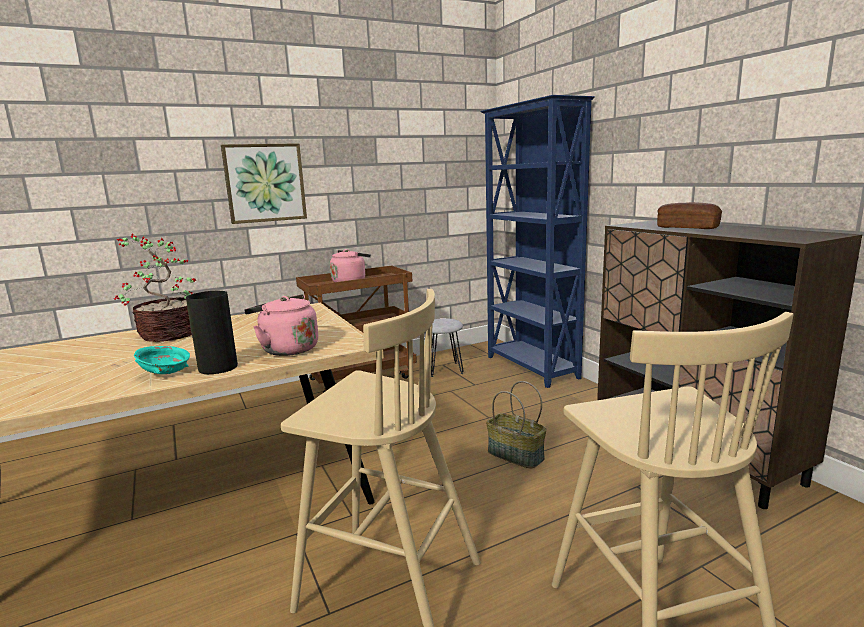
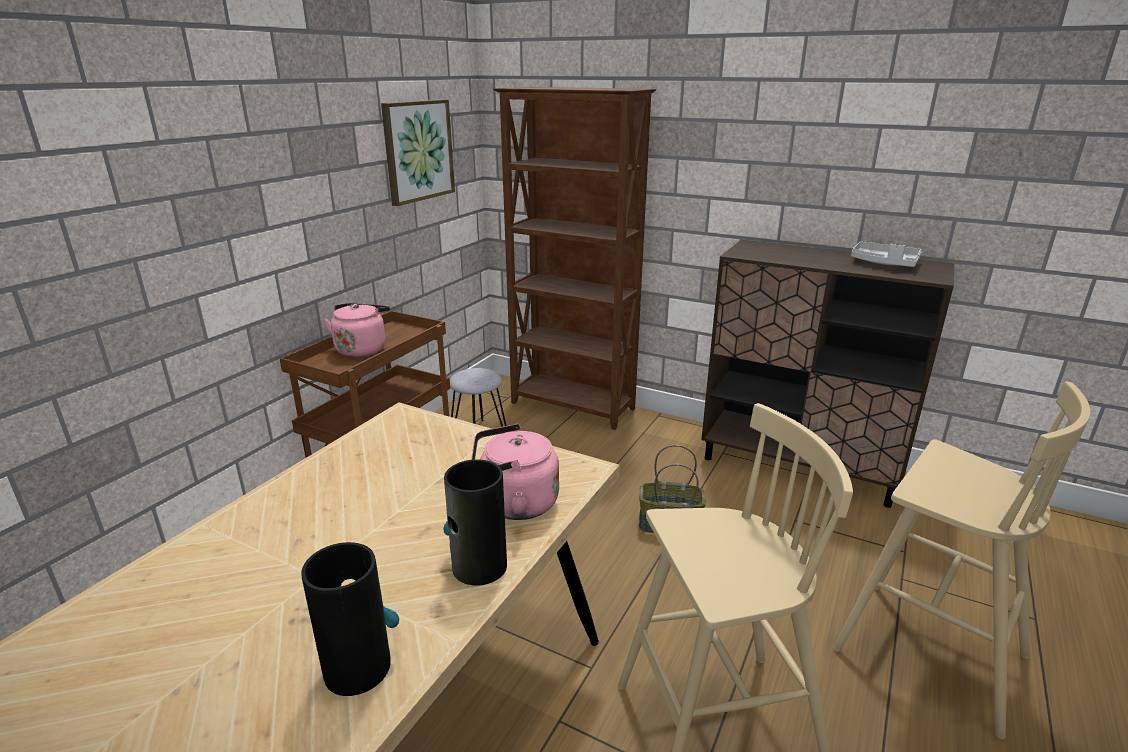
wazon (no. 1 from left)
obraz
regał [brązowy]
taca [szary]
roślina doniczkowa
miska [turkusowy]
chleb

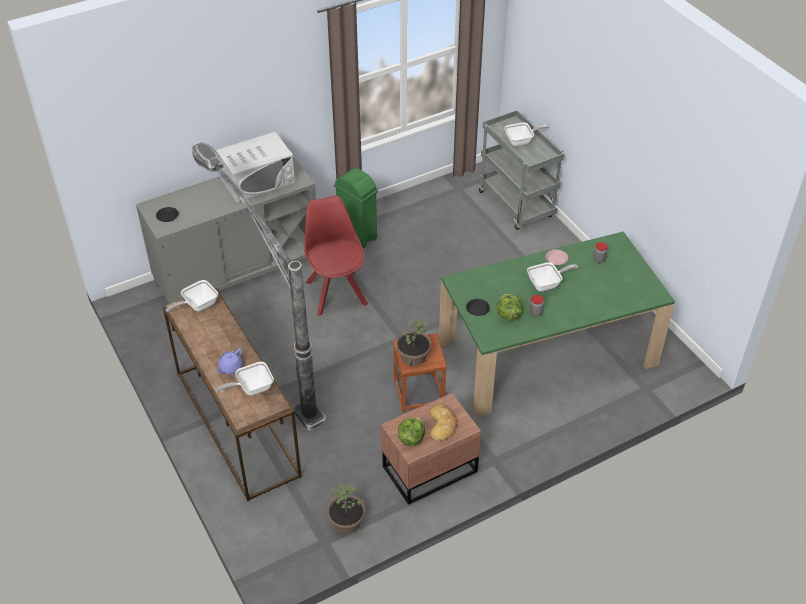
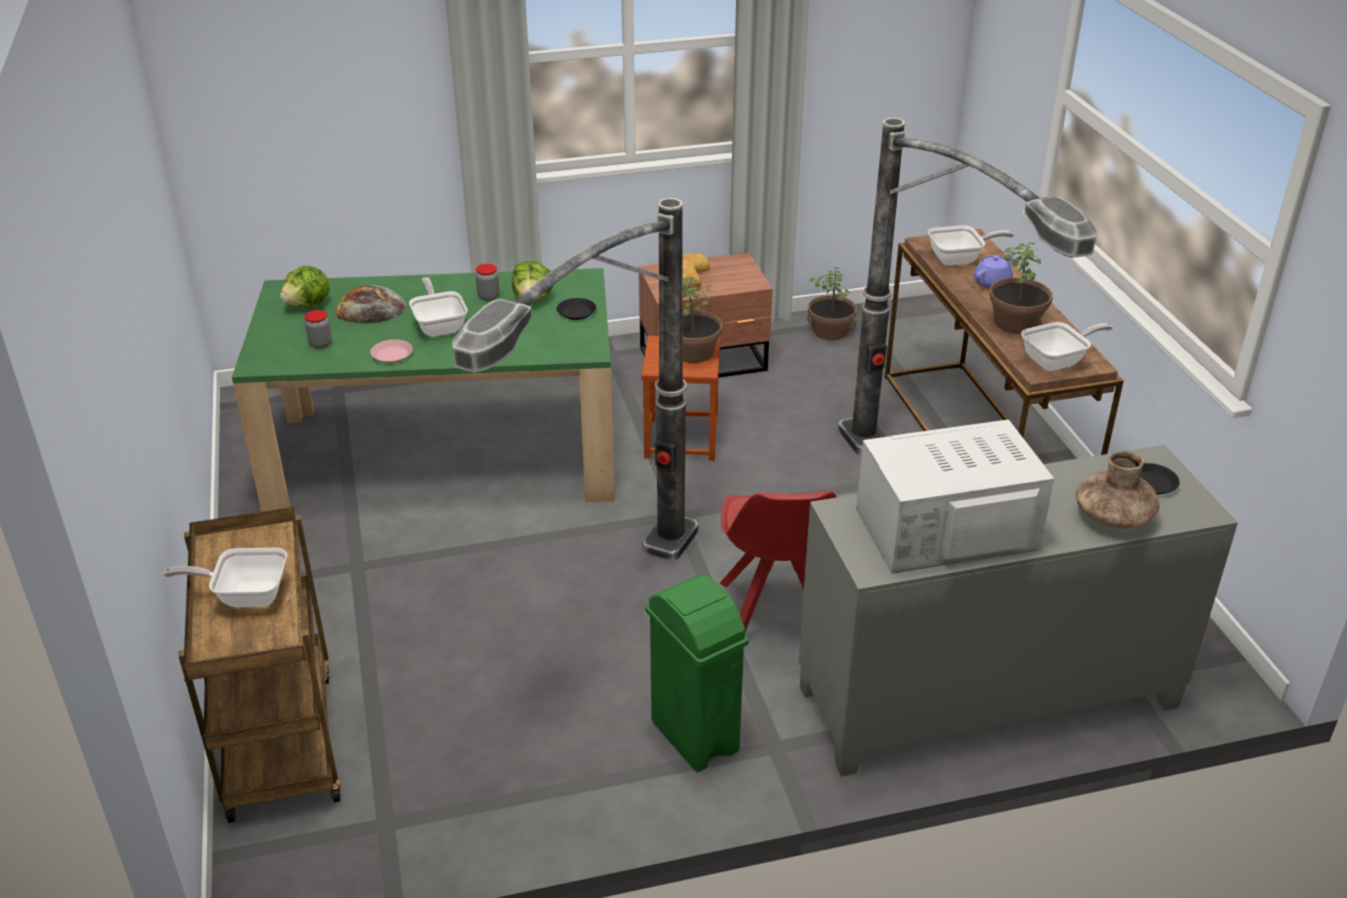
wózek [brązowy]
sałata (no. 1 from left)
chleb (no. 1 from left)
patelnia (no. 2 from left)
lampa stojąca (no. 1 from left)
roślina doniczkowa (no. 3 from left)
wazon [brązowy]

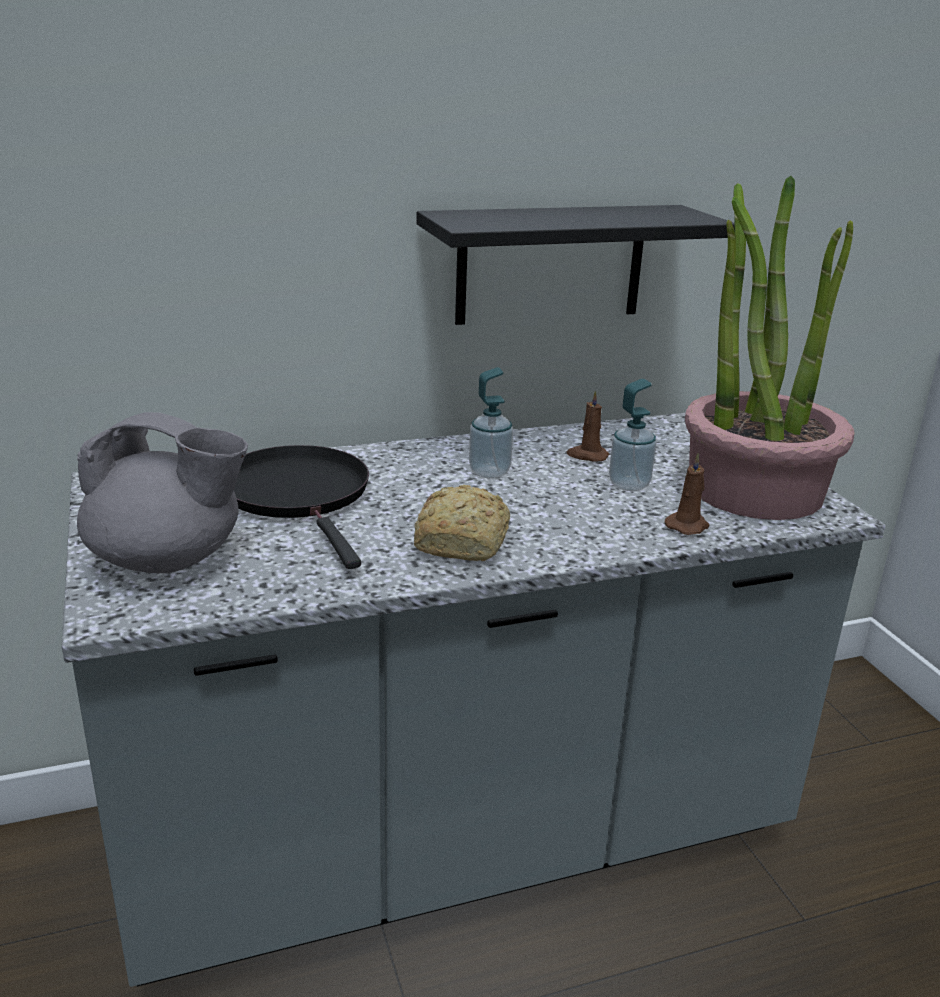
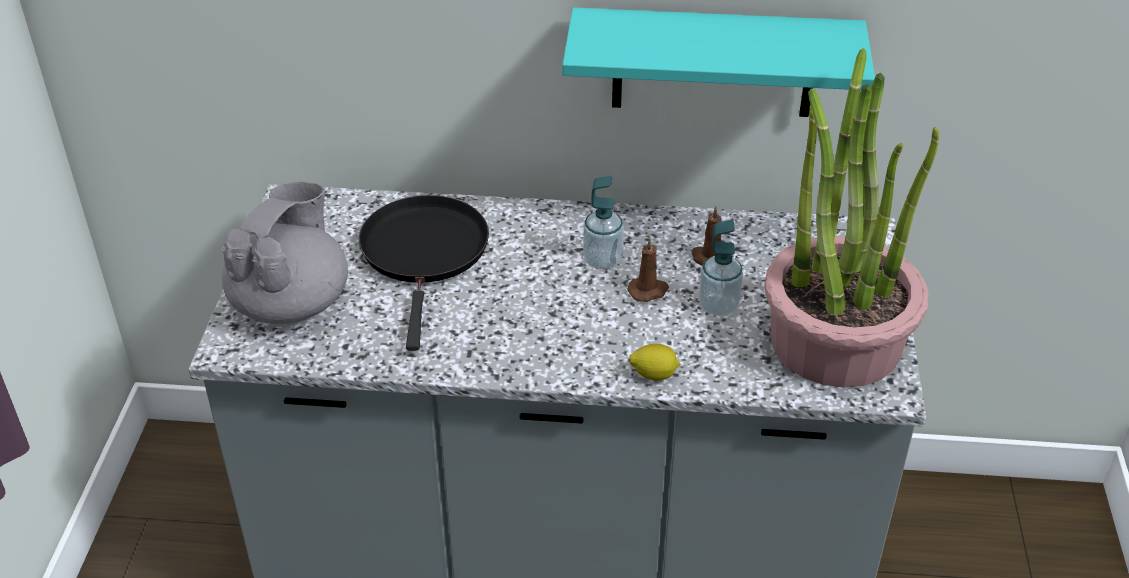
imbryk [szary]
półka [turkusowy]
świeca [brązowy] (no. 1 from left)
cytryna
chleb

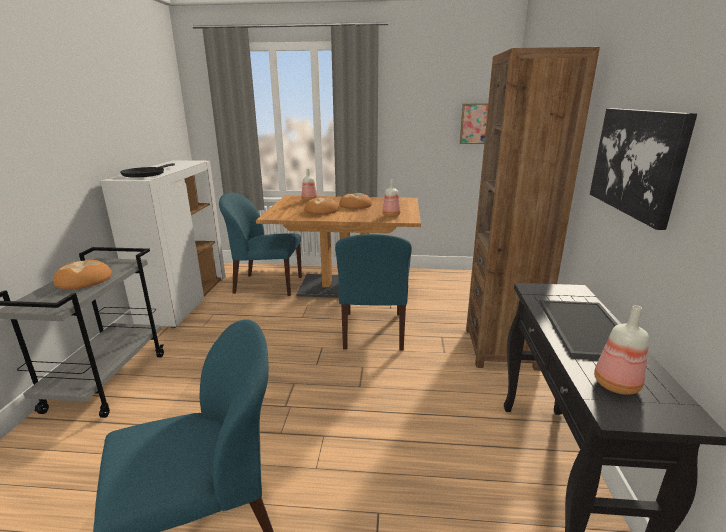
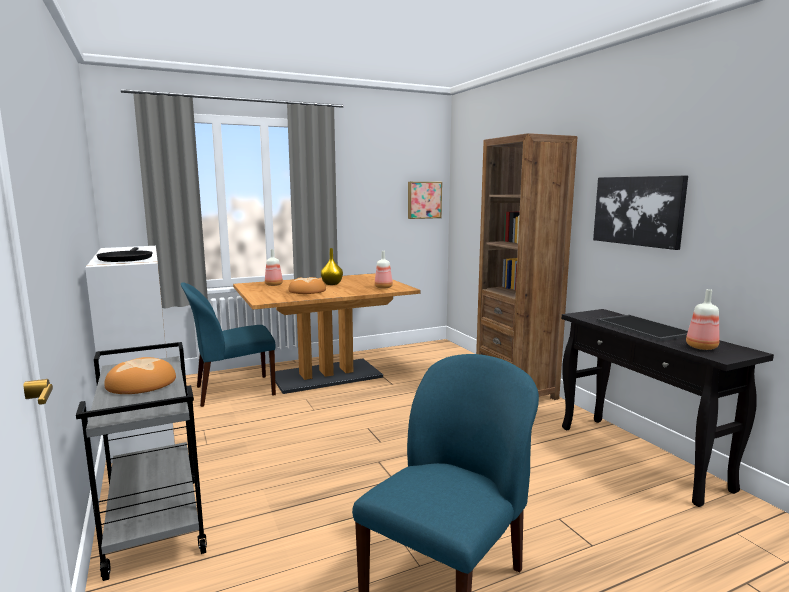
wazon [żółty]
krzesło [niebieski] (no. 3 from left in the first image)

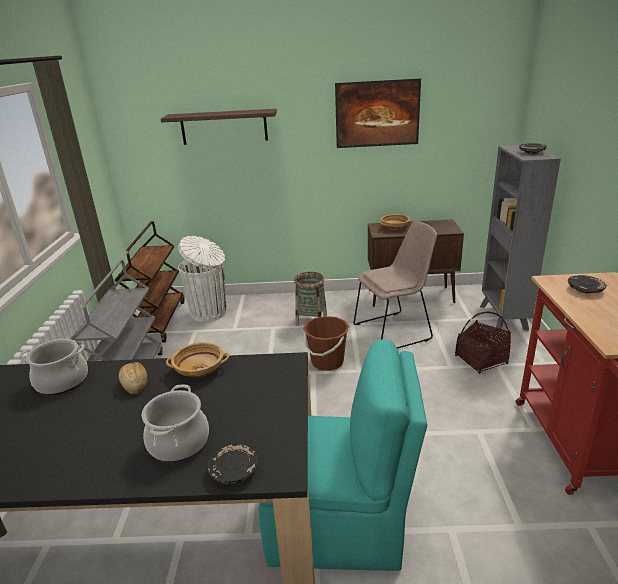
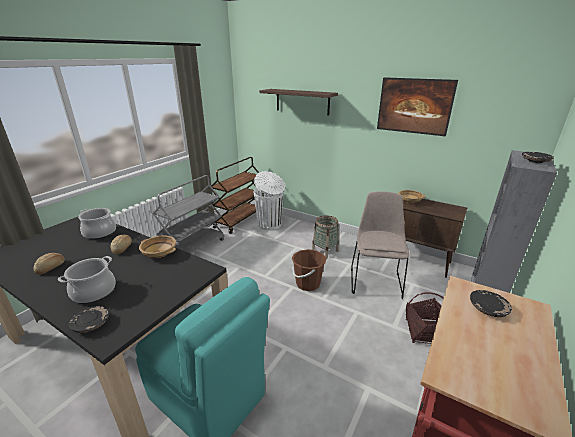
chleb (no. 1 from left)
krzesło [beżowy]

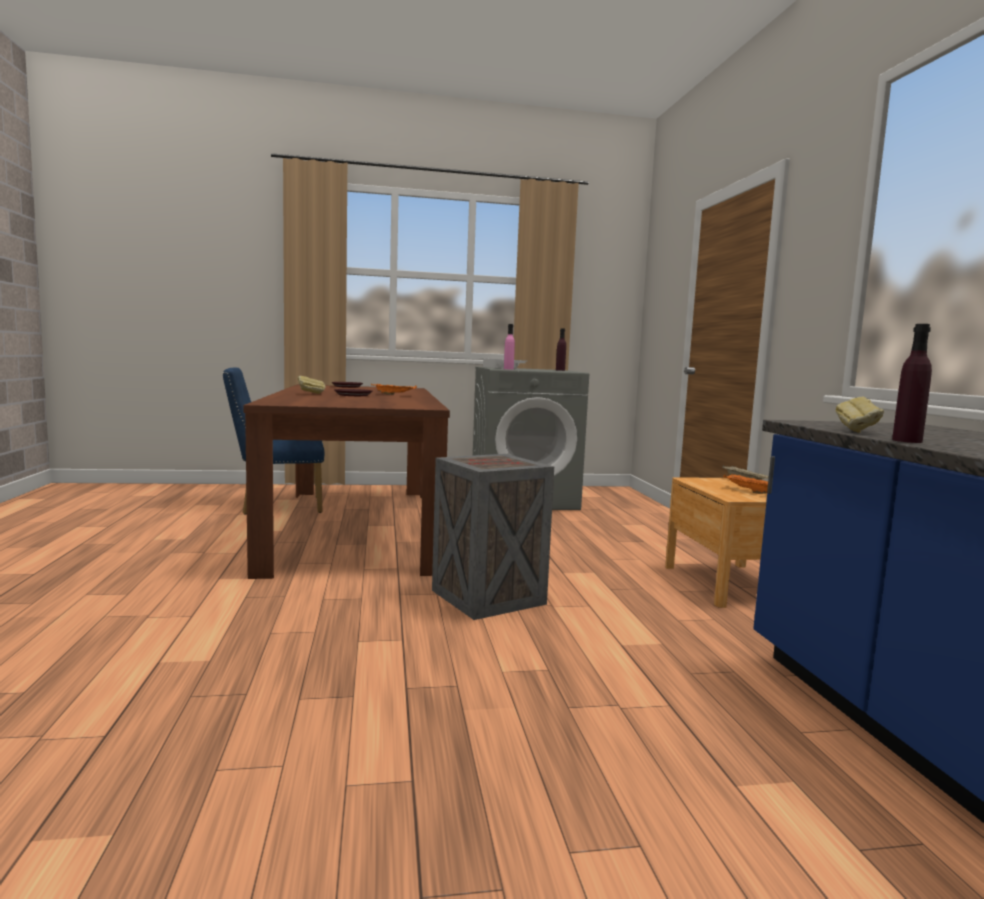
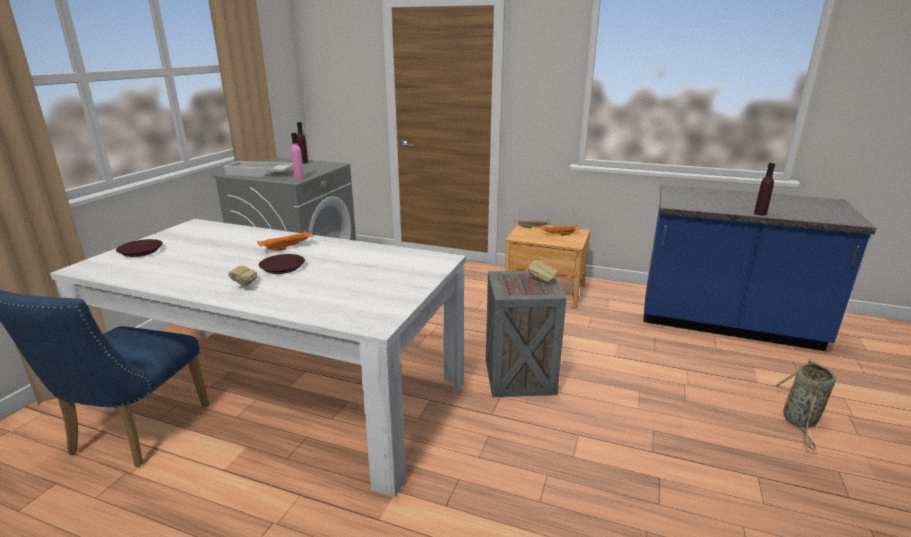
stół jadalny [biały]
chleb (no. 2 from left)
koszyk

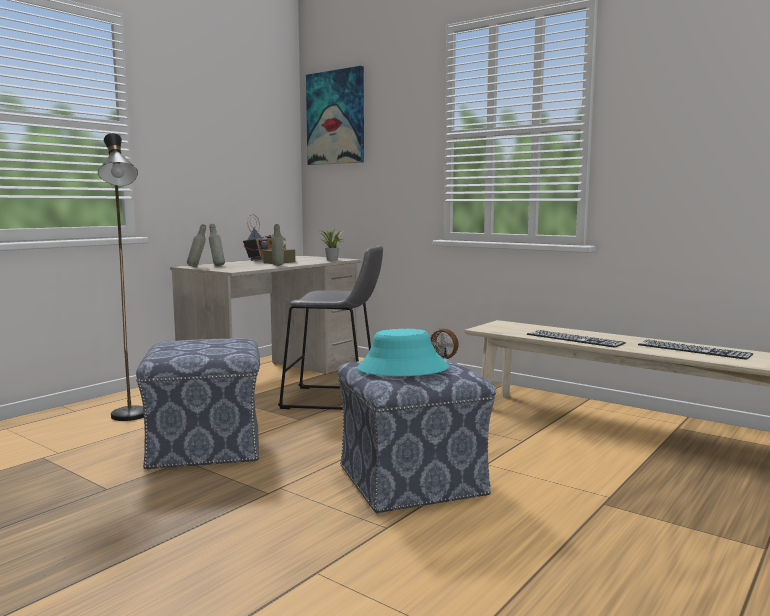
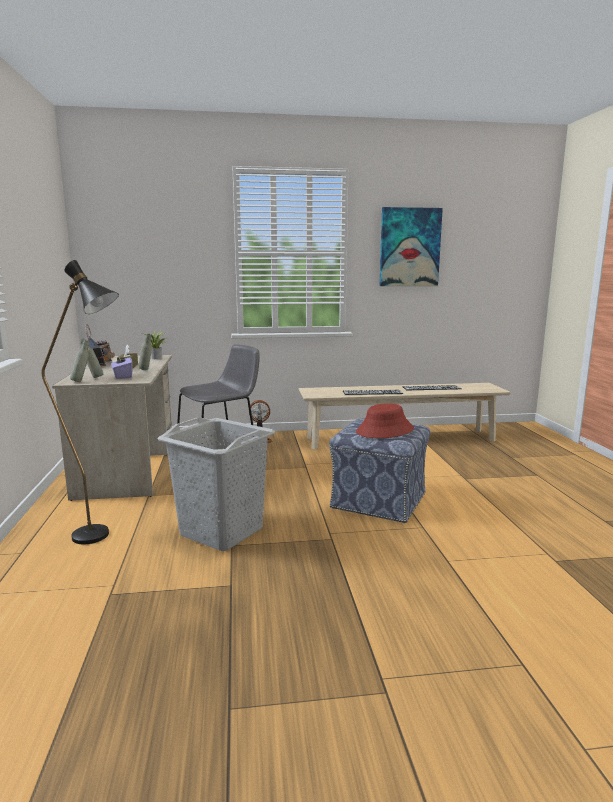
pudełko chusteczek [fioletowy]
kosz na pranie [szary]
kapelusz [czerwony]
obraz

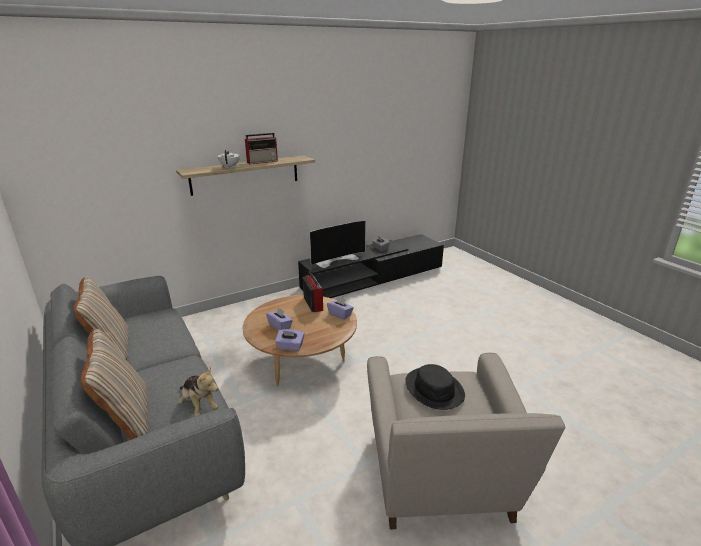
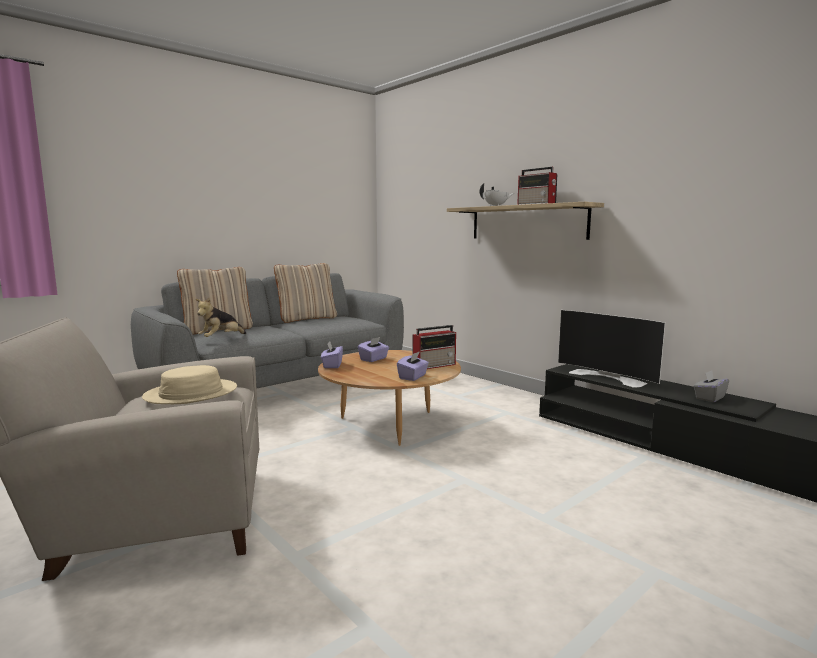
kapelusz [beżowy]

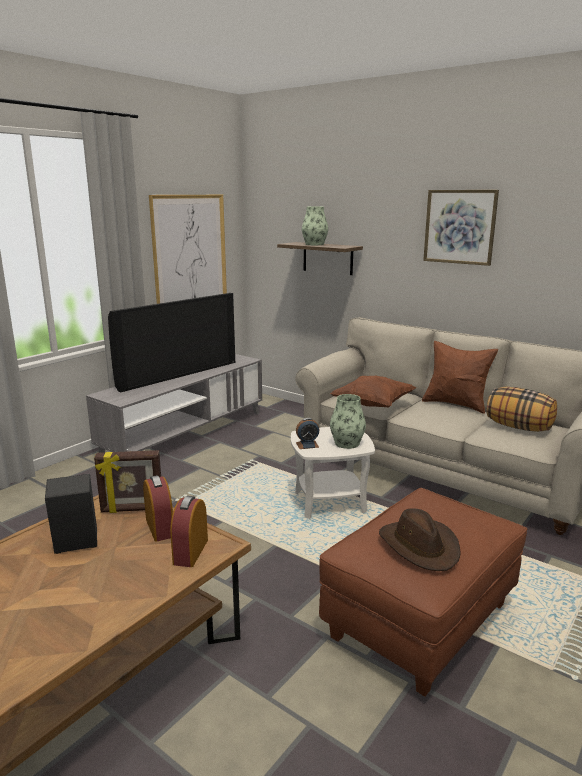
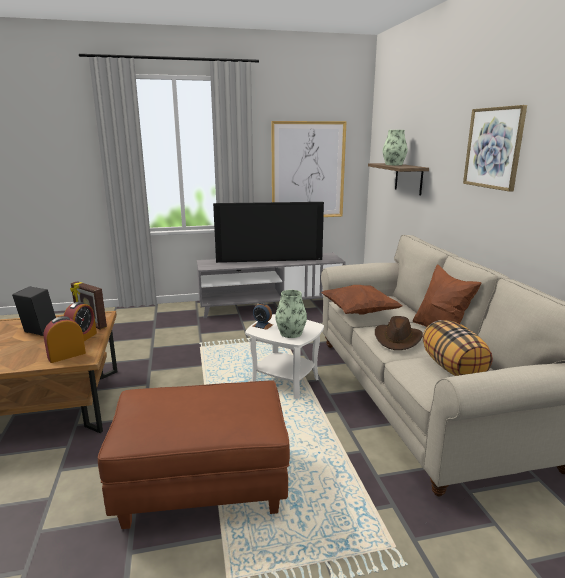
kapelusz [brązowy]

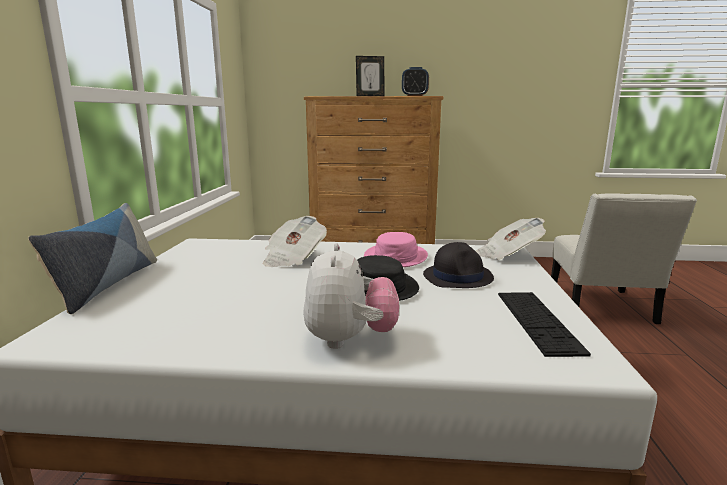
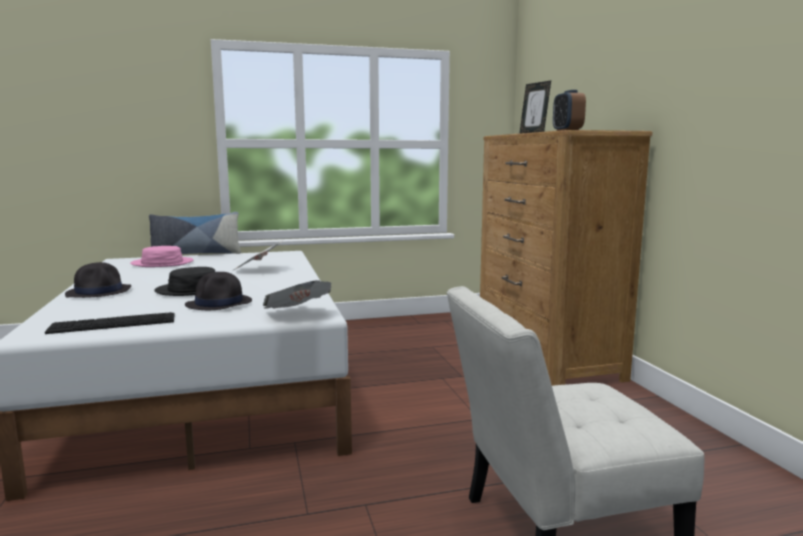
kapelusz [czarny] (no. 1 from left)
kapelusz [różowy]

